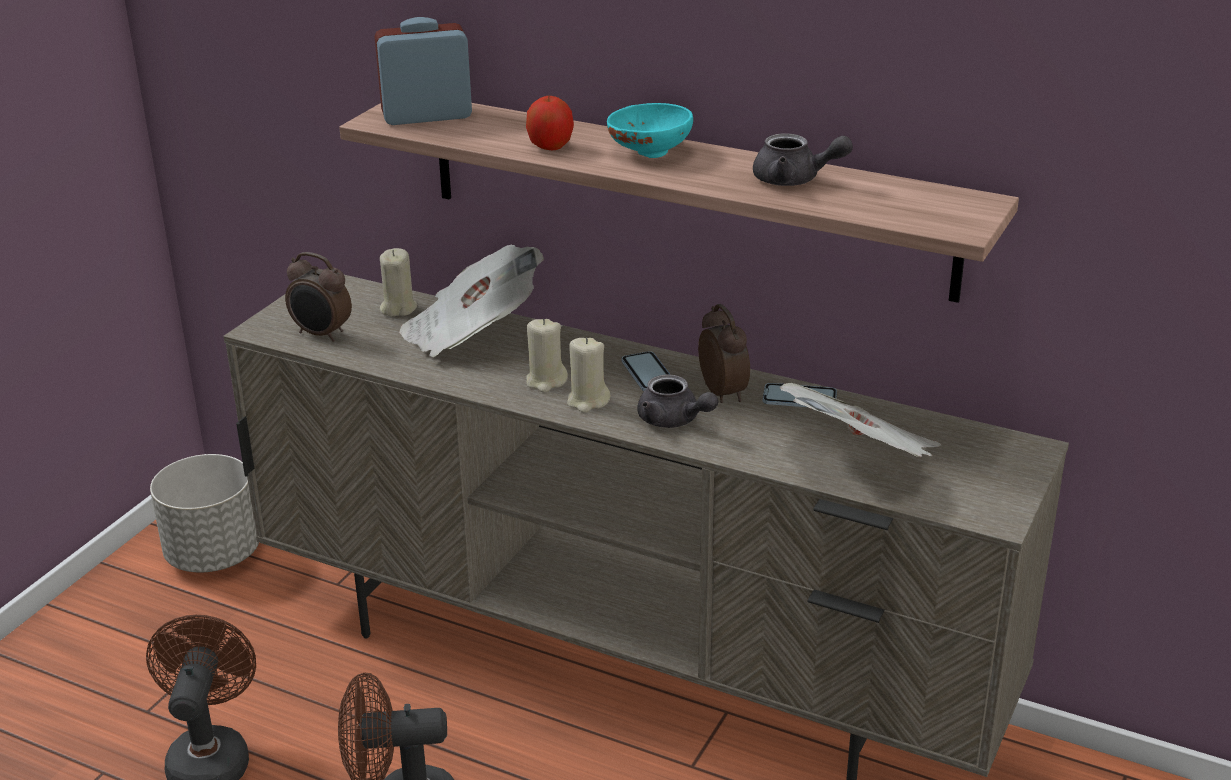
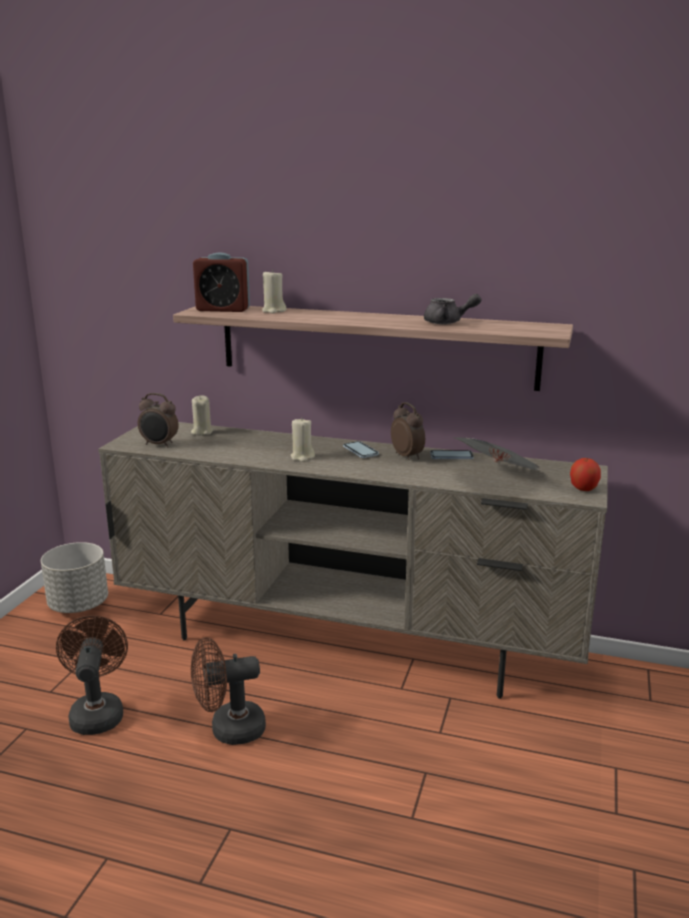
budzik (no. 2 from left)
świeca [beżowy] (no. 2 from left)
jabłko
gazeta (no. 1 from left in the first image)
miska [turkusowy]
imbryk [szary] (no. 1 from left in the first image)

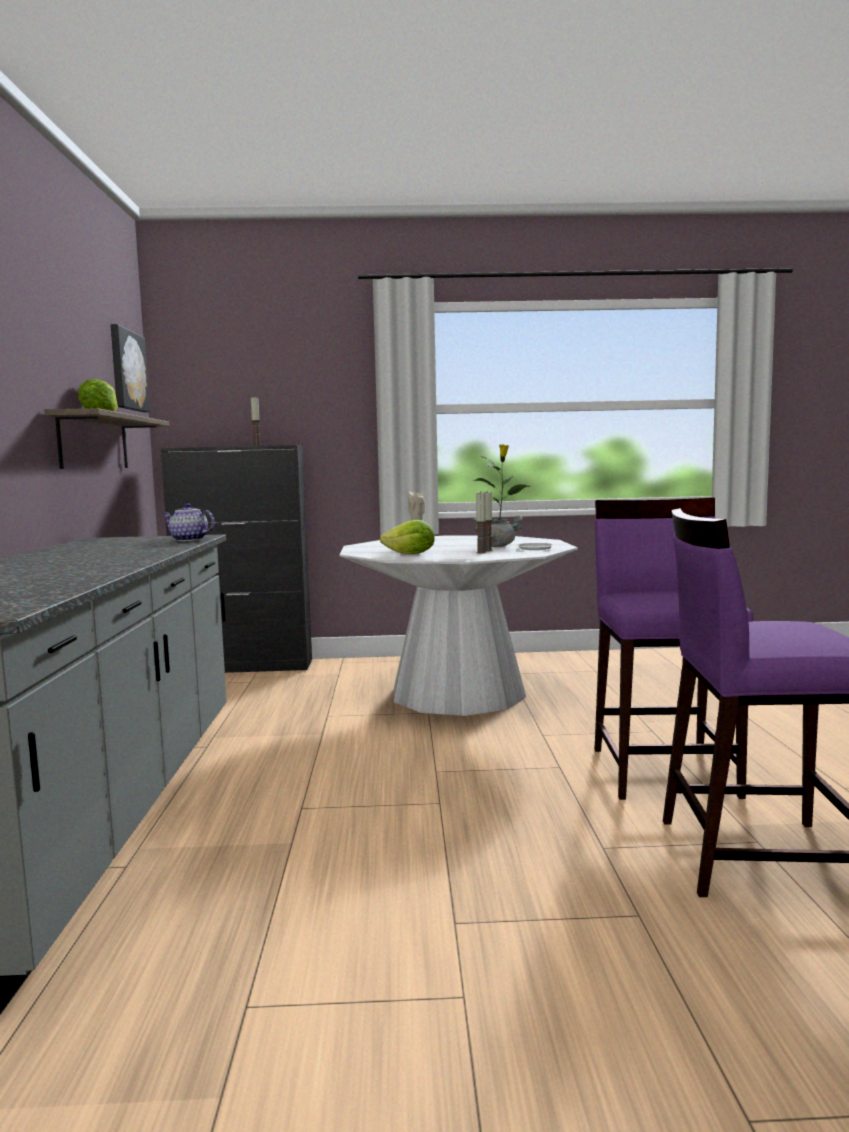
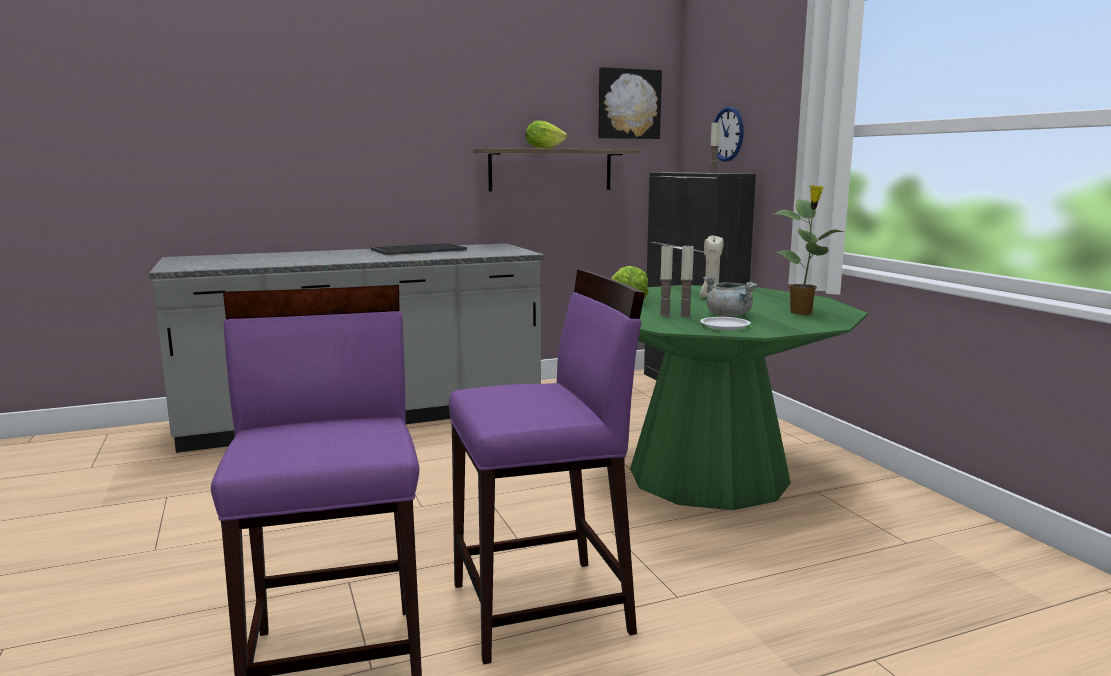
taca
stół jadalny [zielony]
zegar ścienny
imbryk

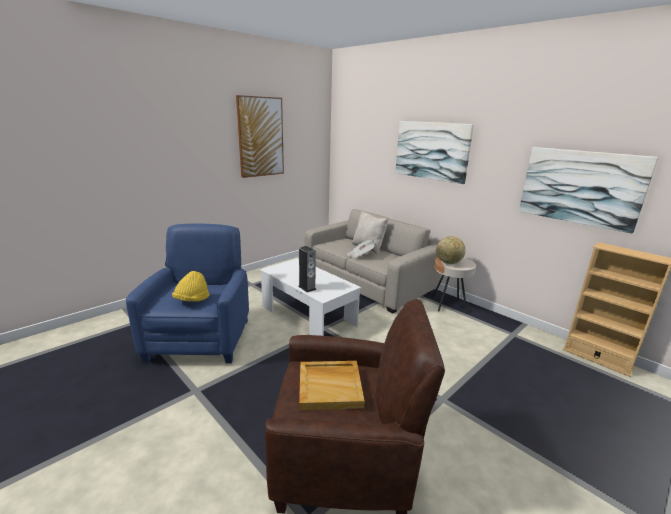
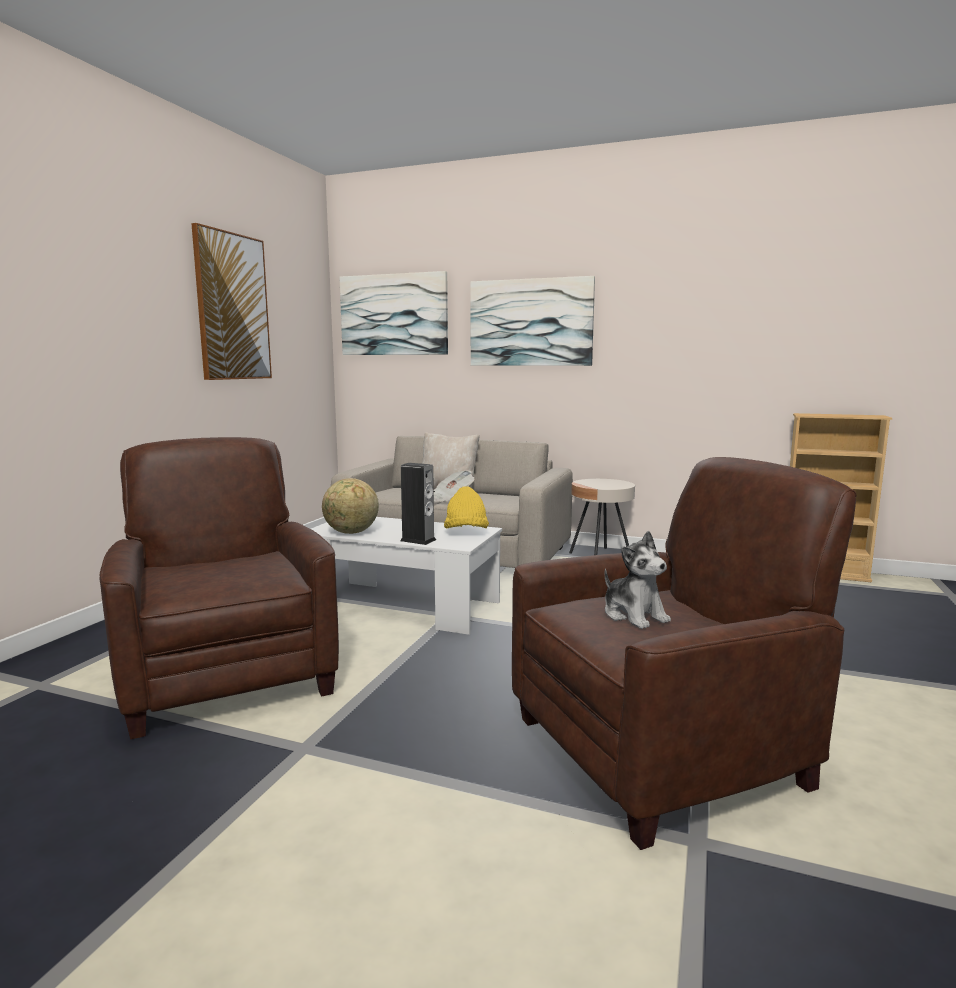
fotel [brązowy] (no. 1 from left)
globus
obraz (no. 2 from left)
kapelusz [żółty]
pluszak

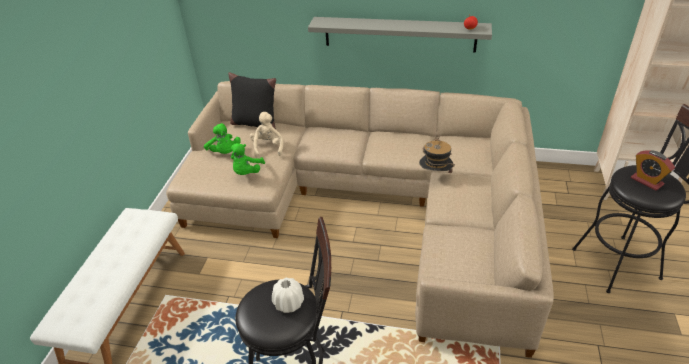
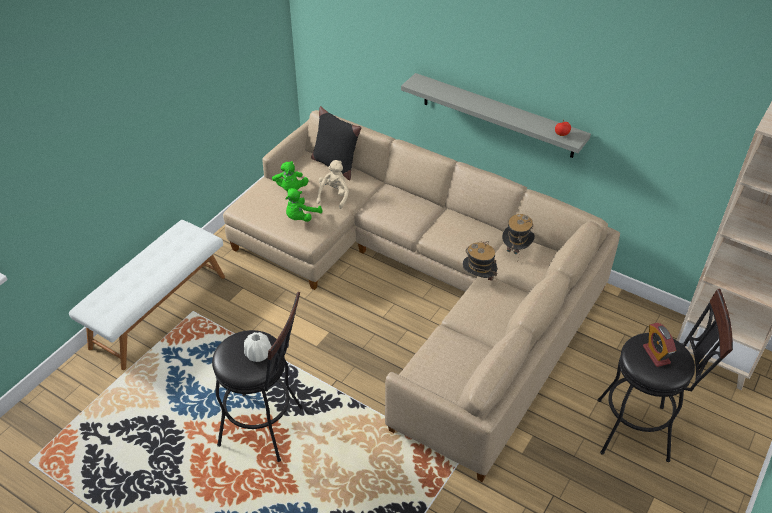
kapelusz (no. 2 from left)

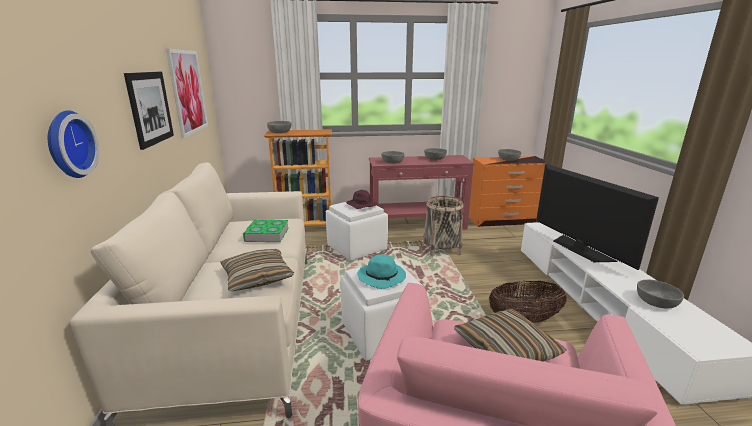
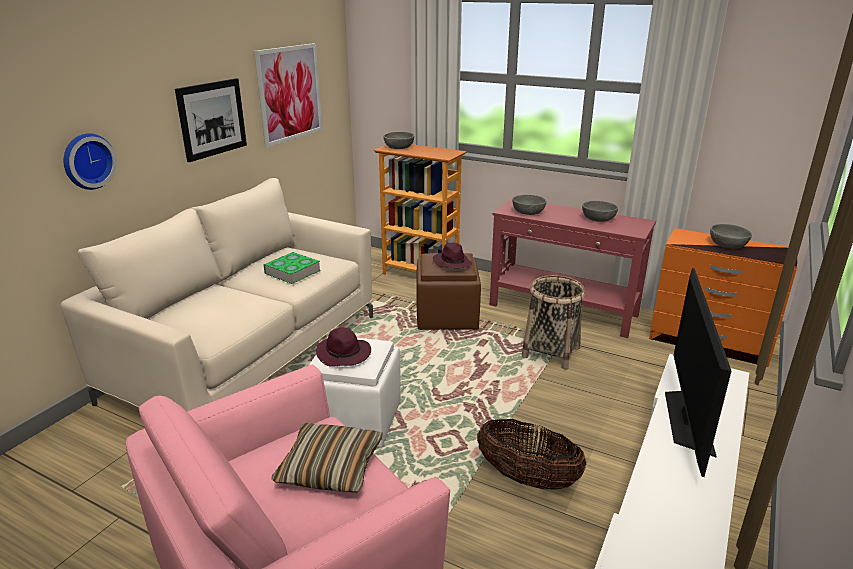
kapelusz [fioletowy] (no. 1 from left)
pufa [brązowy]
poduszka (no. 1 from left in the first image)
miska [szary] (no. 5 from left in the first image)

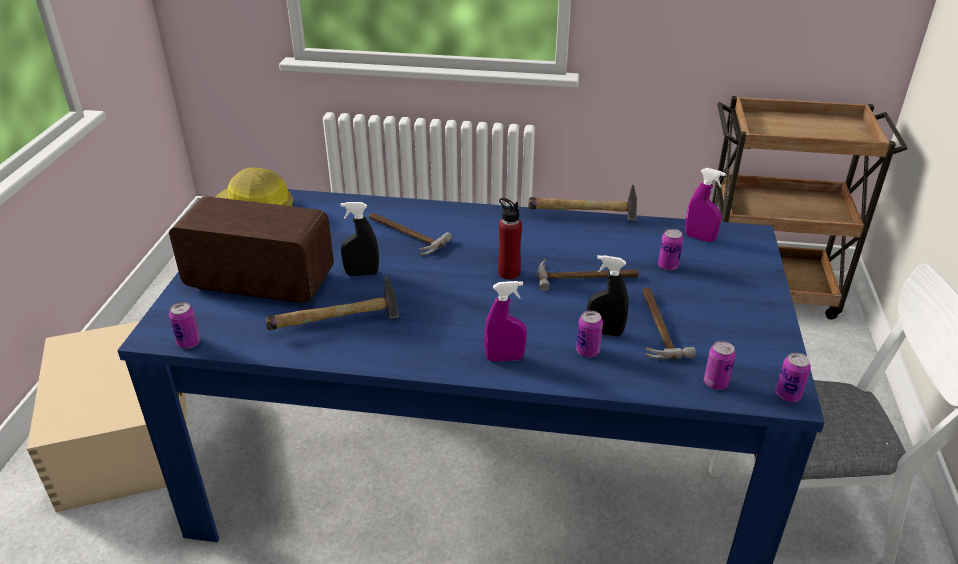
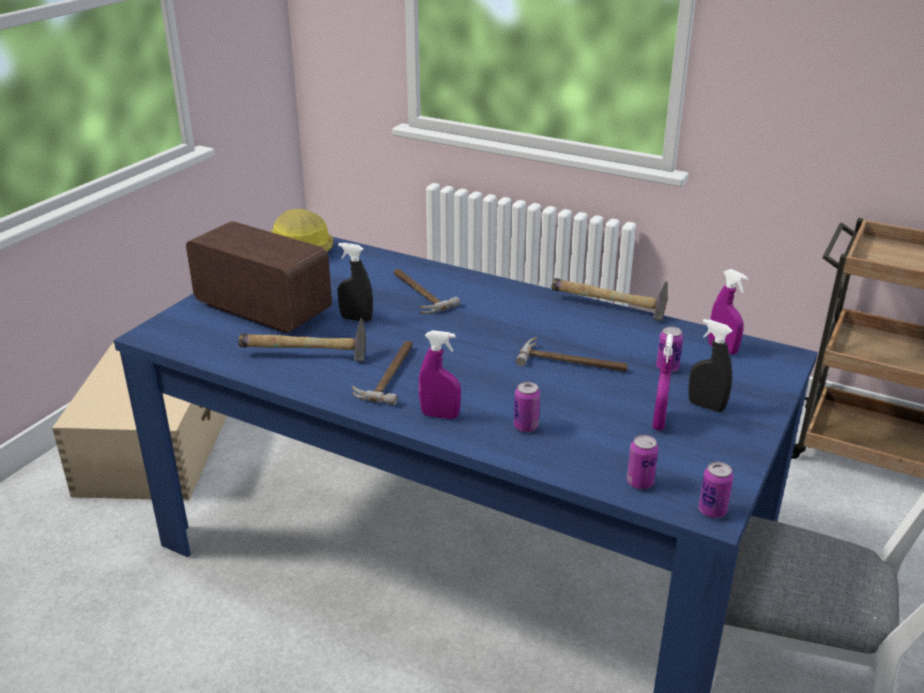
młotek (no. 2 from left)
spryskiwacz [fioletowy] (no. 2 from left)
spryskiwacz [czarny] (no. 2 from left)
puszka (no. 1 from left in the first image)
butelka [czerwony]

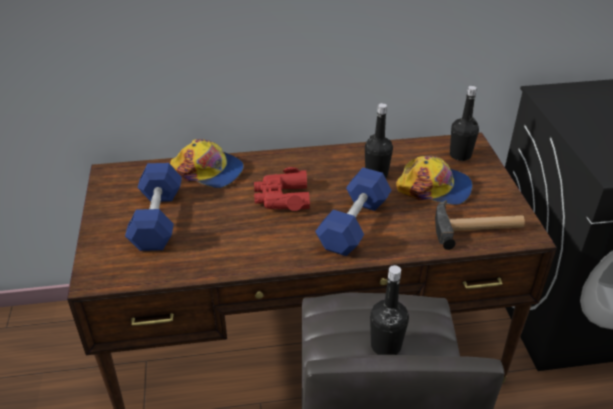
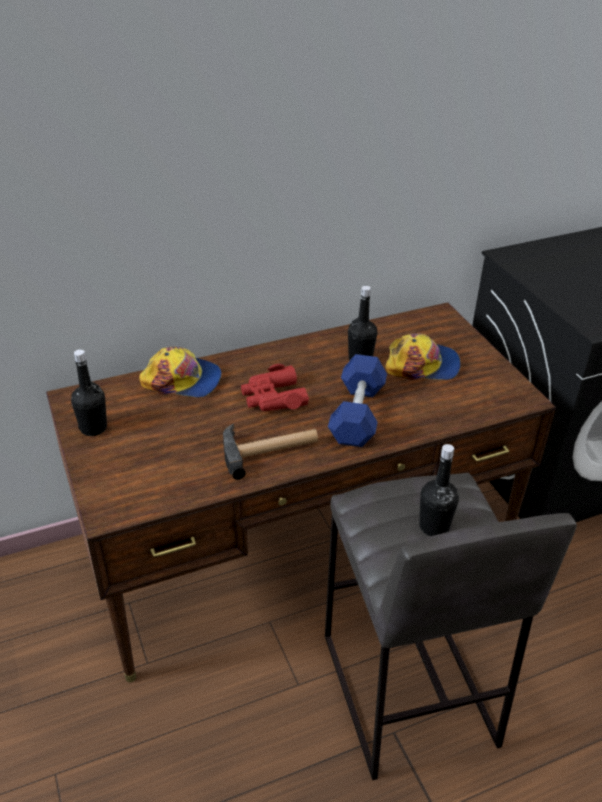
butelka [czarny] (no. 1 from left)
młotek
hantel [niebieski] (no. 1 from left in the first image)

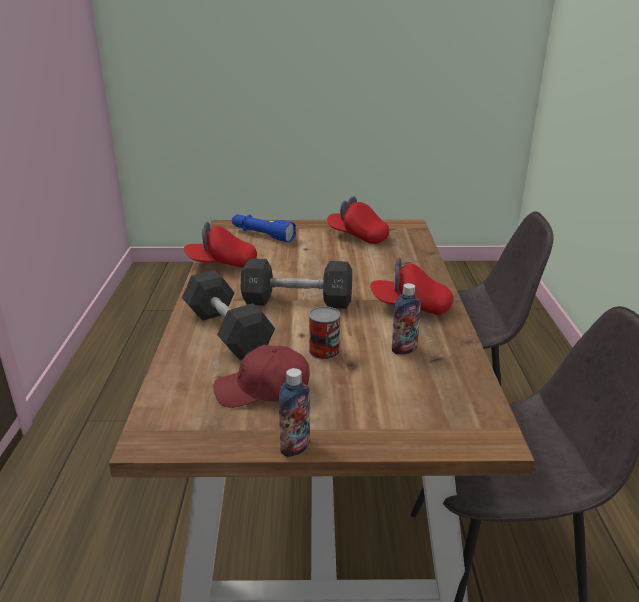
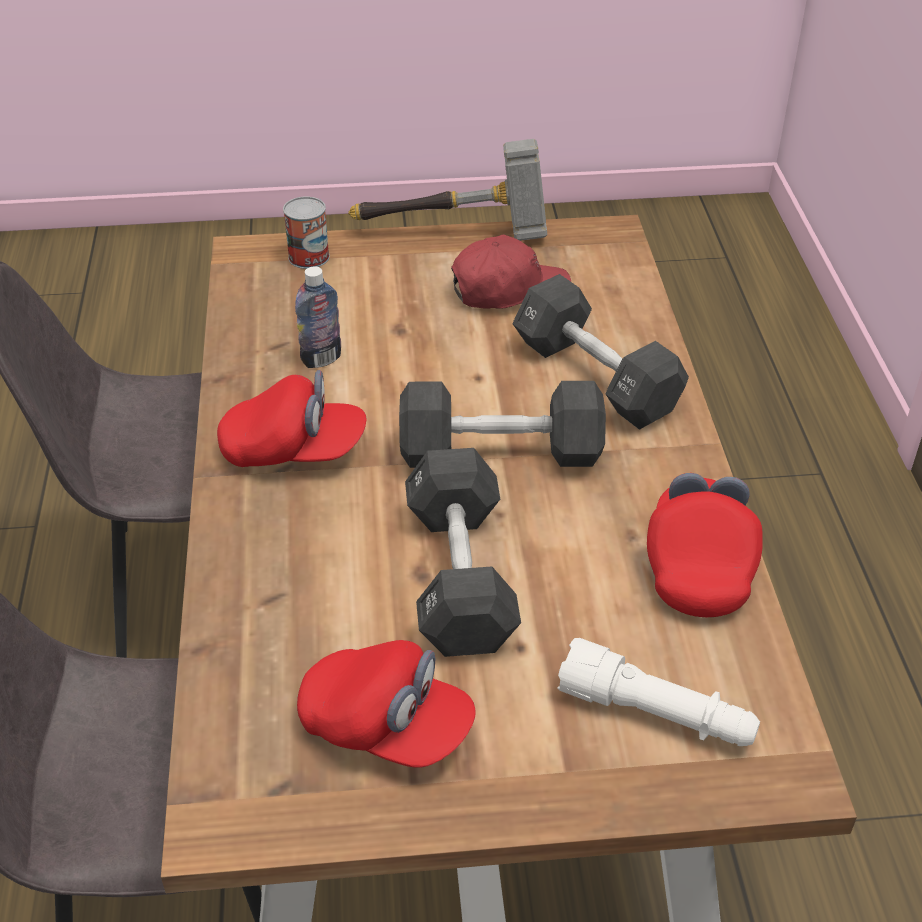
puszka
młotek
hantel [czarny] (no. 1 from left)
latarka [biały]
czapka z daszkiem [czerwony] (no. 4 from left)

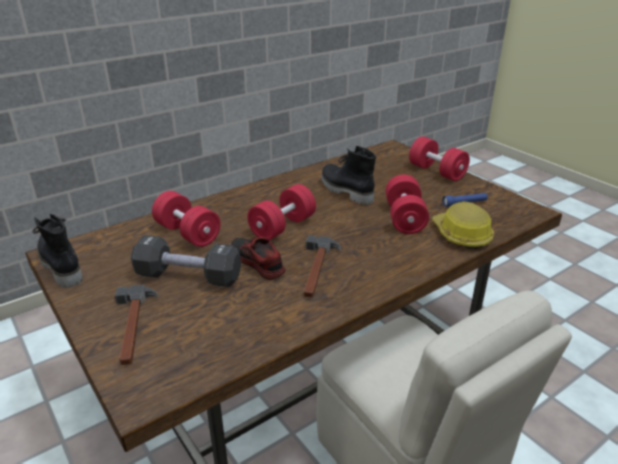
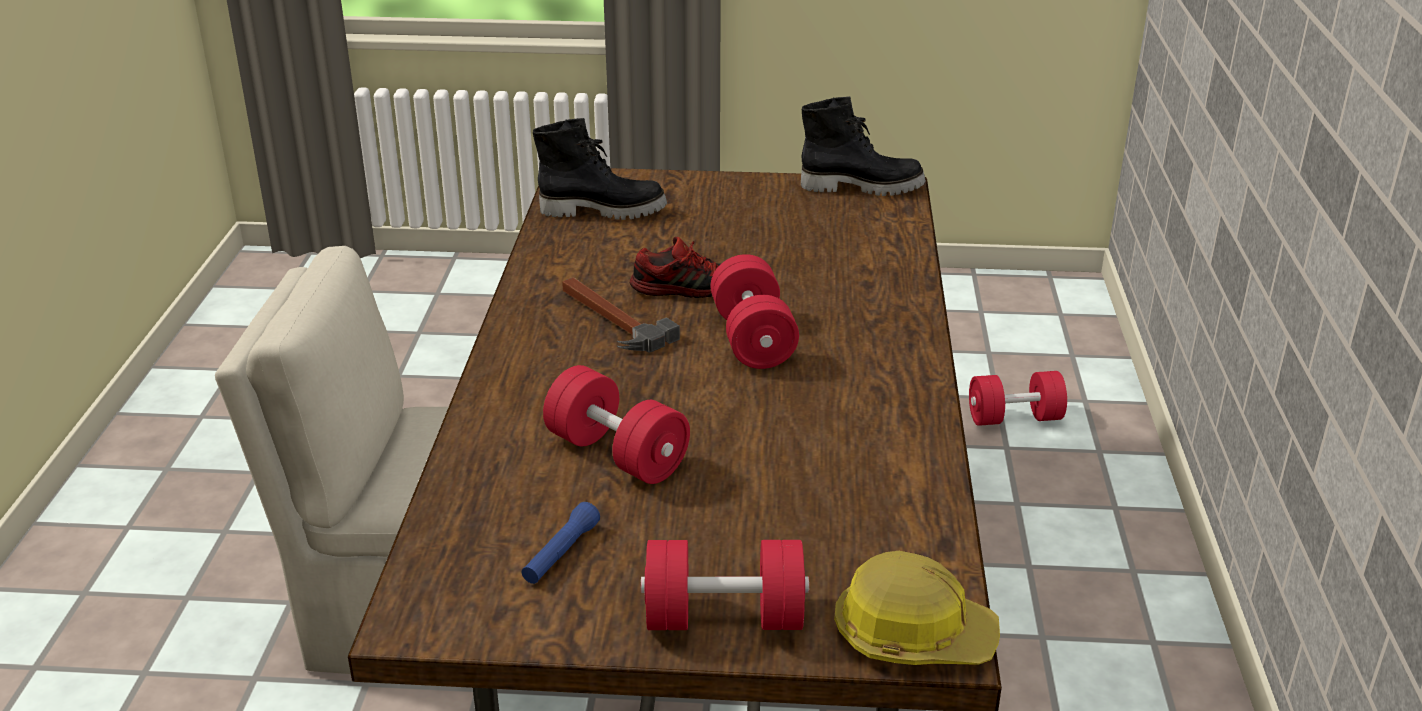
but z cholewką [czarny] (no. 1 from left)
kask
hantel [czerwony] (no. 4 from left)
młotek (no. 1 from left in the first image)
hantel [czarny]

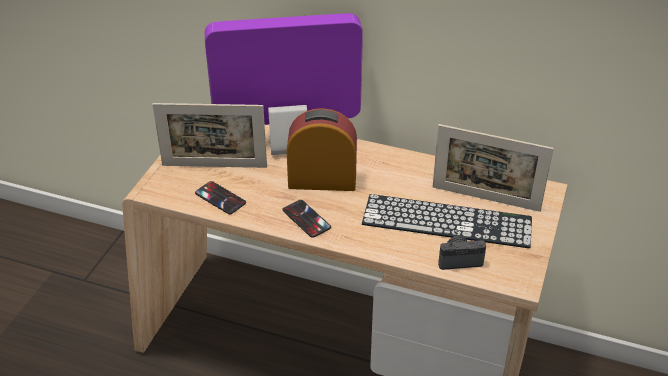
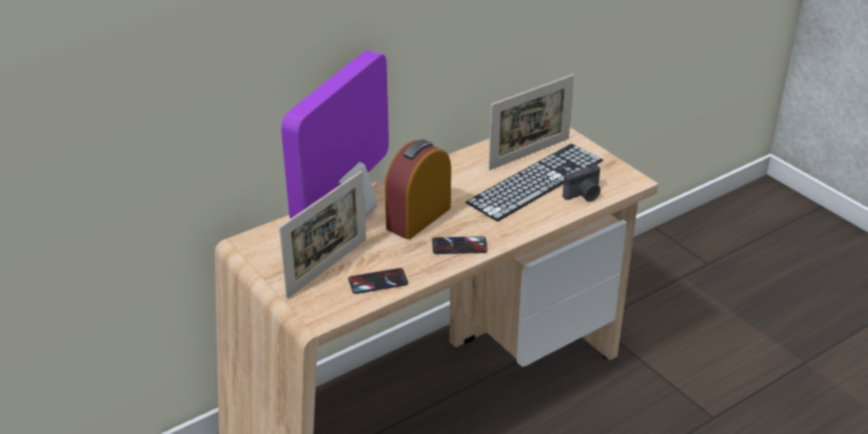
aparat fotograficzny

